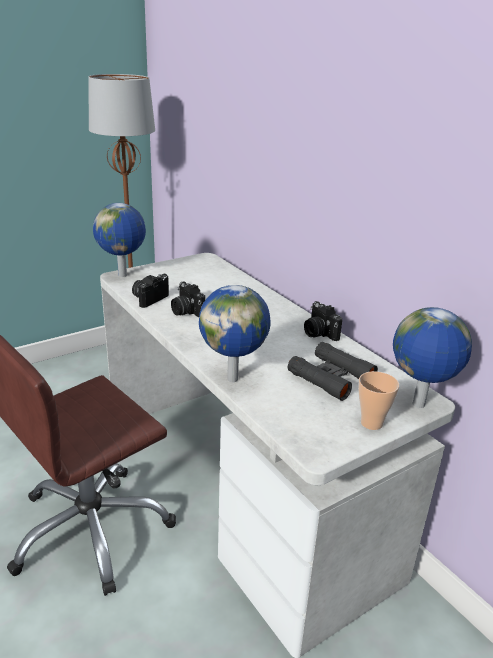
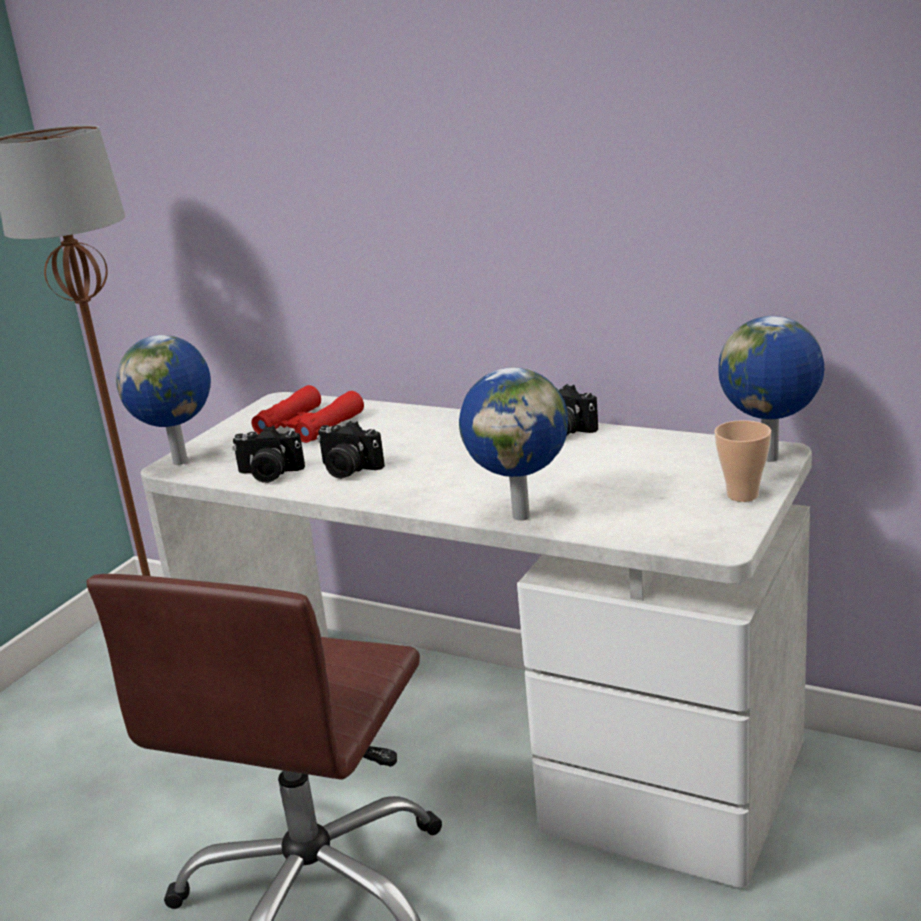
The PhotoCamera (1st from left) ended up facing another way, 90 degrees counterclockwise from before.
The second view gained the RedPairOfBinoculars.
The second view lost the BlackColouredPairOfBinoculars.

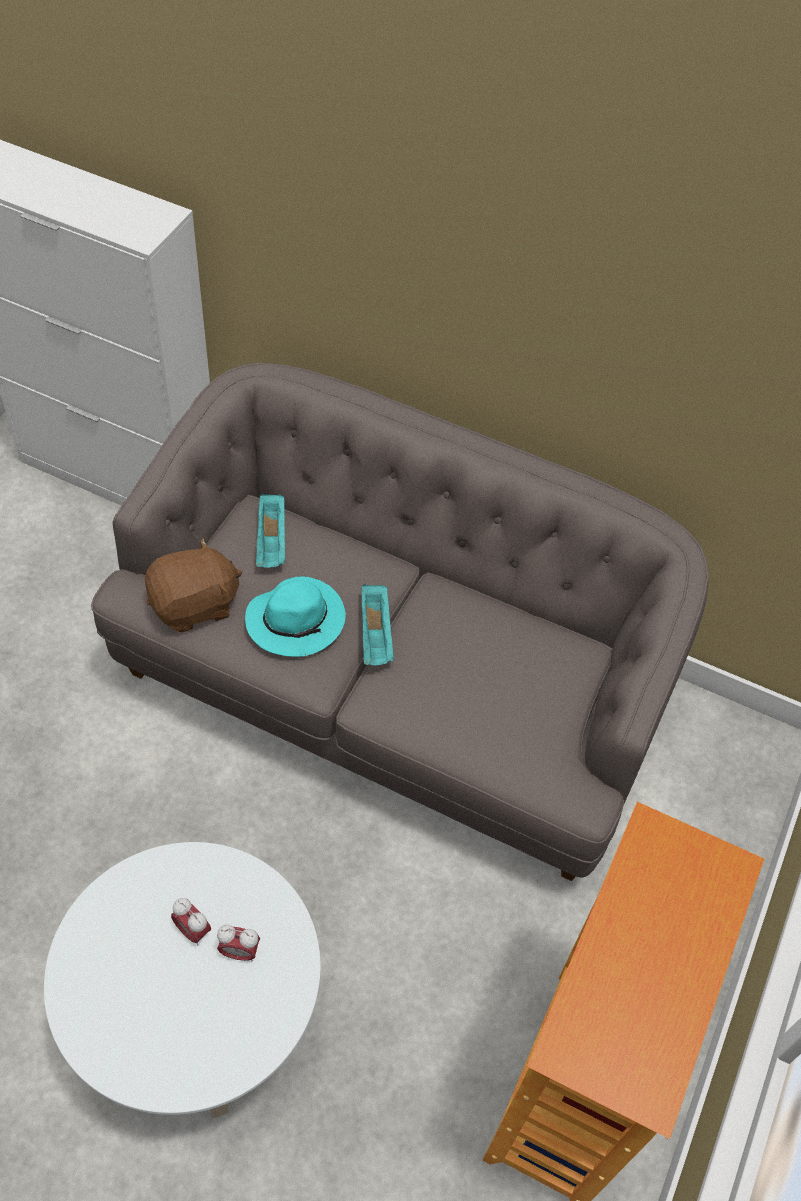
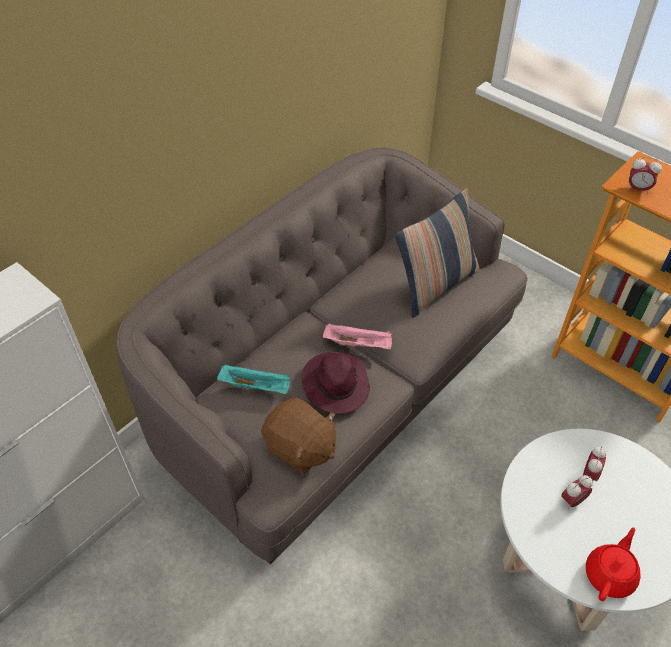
The BrownColouredSoftToy ended up facing another way, 135 degrees clockwise from before.
What was the TurquoiseColouredHat turned into the PurplishHat.
What was the TurquoiseColouredTray (2nd from left) turned into the PinkishTray.
The second view gained the Cushion.
The second view gained the RedPotForTea.
The second view gained the TableClock (3rd from left).

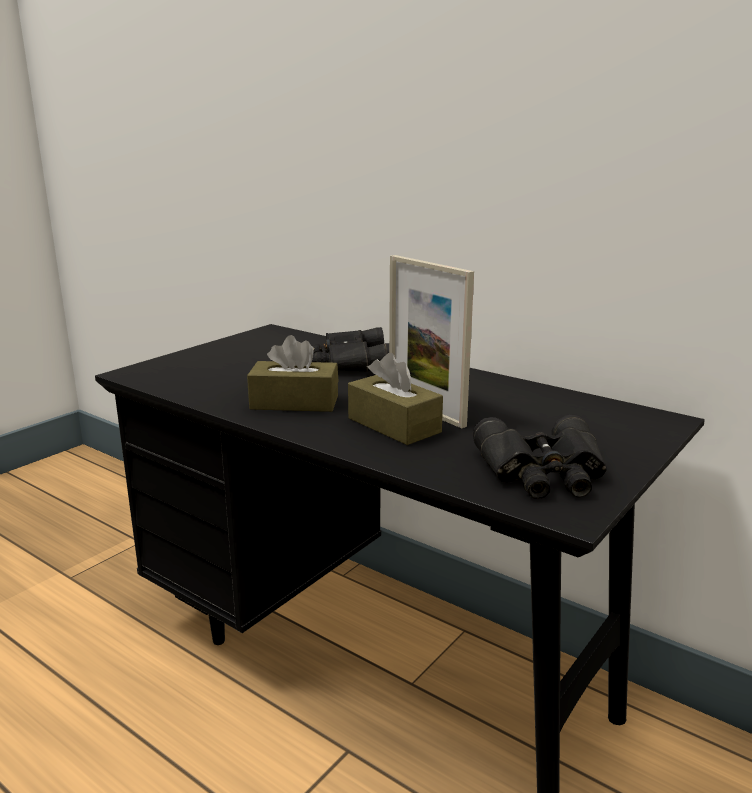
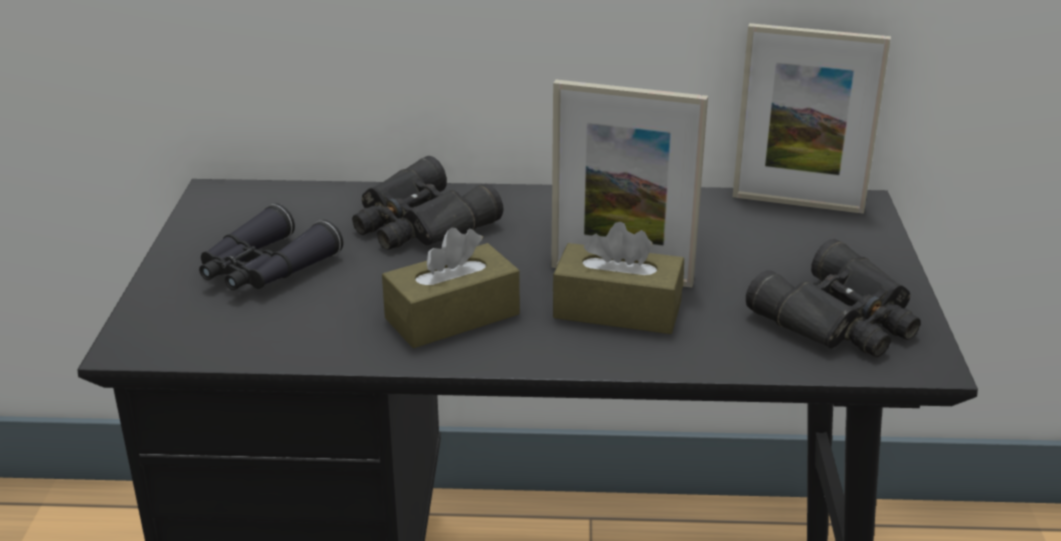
The second view gained the BlackColouredPairOfBinoculars (1st from left).
The second view gained the StandingFrame (2nd from left).

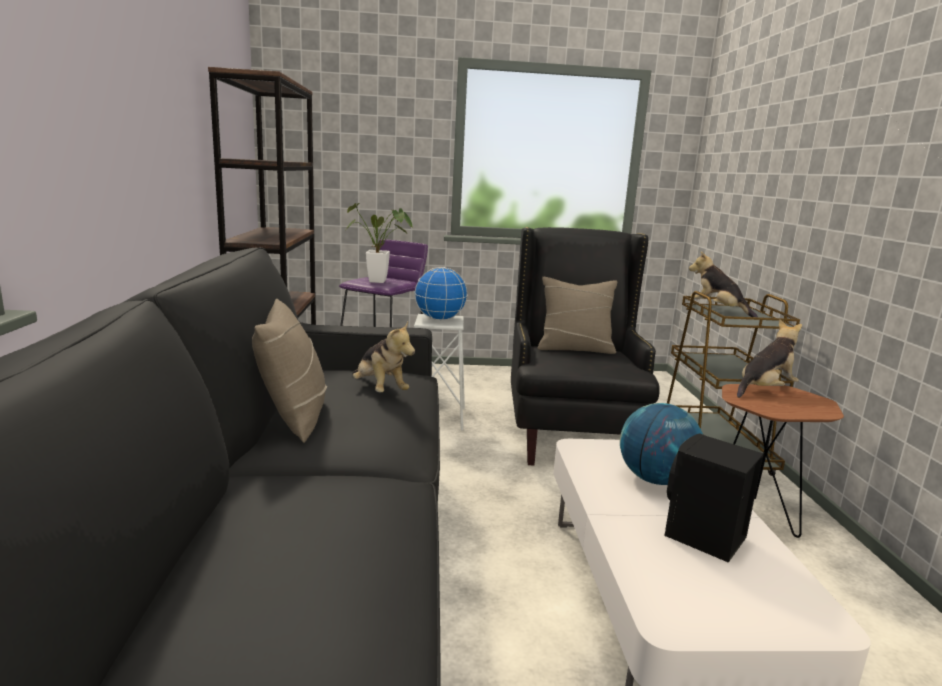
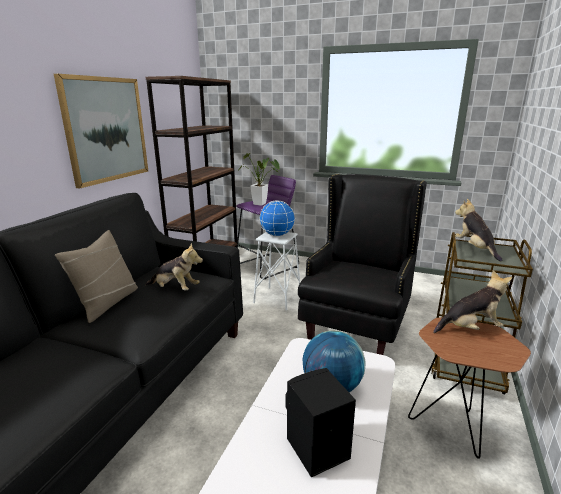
The second view gained the WallArt.
The SoftToy (1st from left) ended up facing another way, 60 degrees counterclockwise from before.
The second view lost the BeigeColouredCushion (2nd from left).

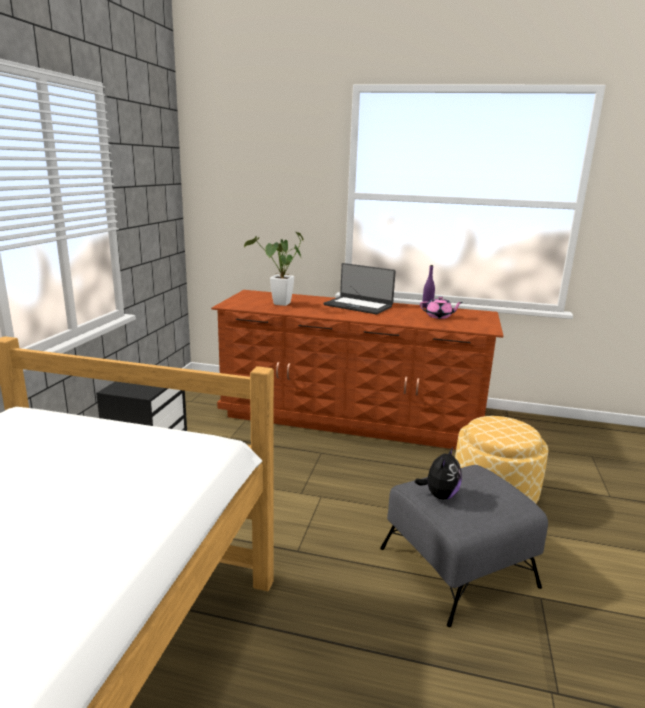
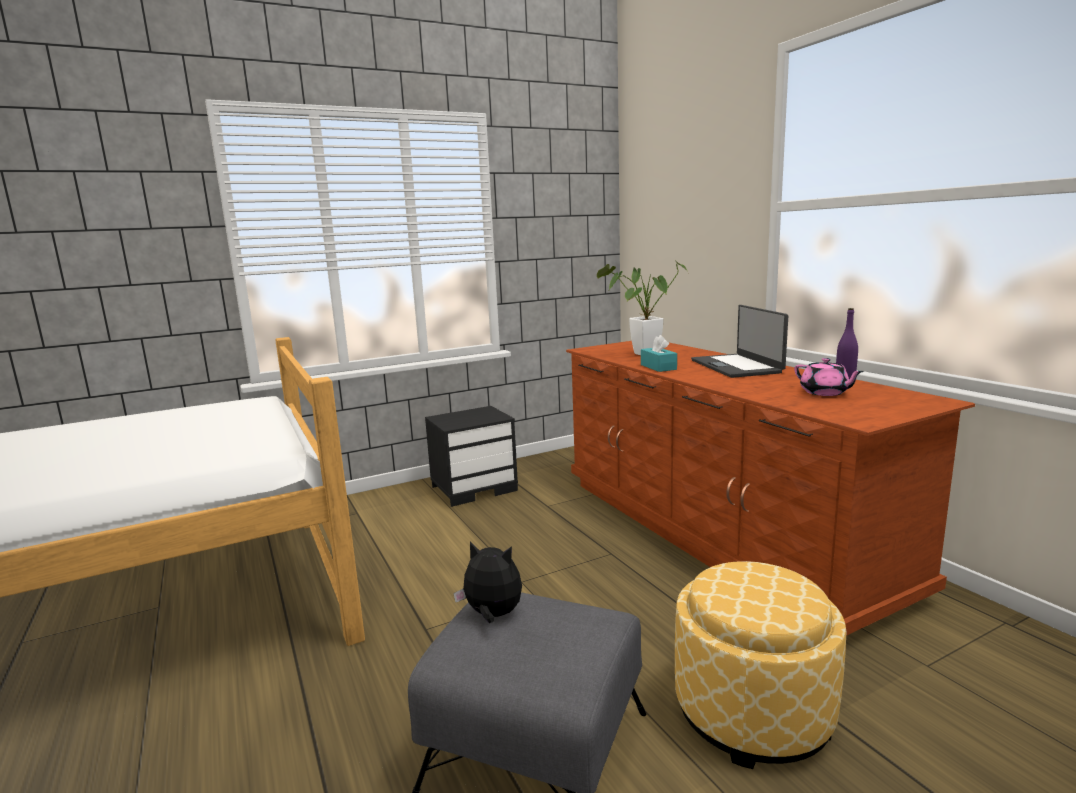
The SoftToy ended up facing another way, 150 degrees counterclockwise from before.
The second view gained the TurquoiseColouredBoxOfTissues.

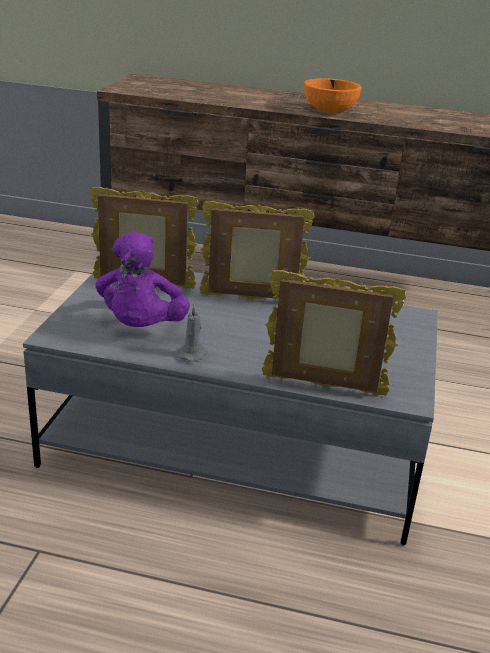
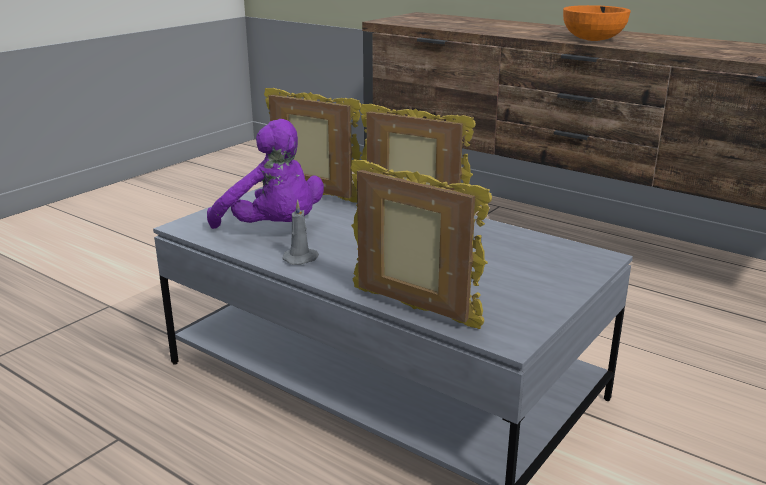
The PurplishSoftToy ended up facing another way, 75 degrees counterclockwise from before.

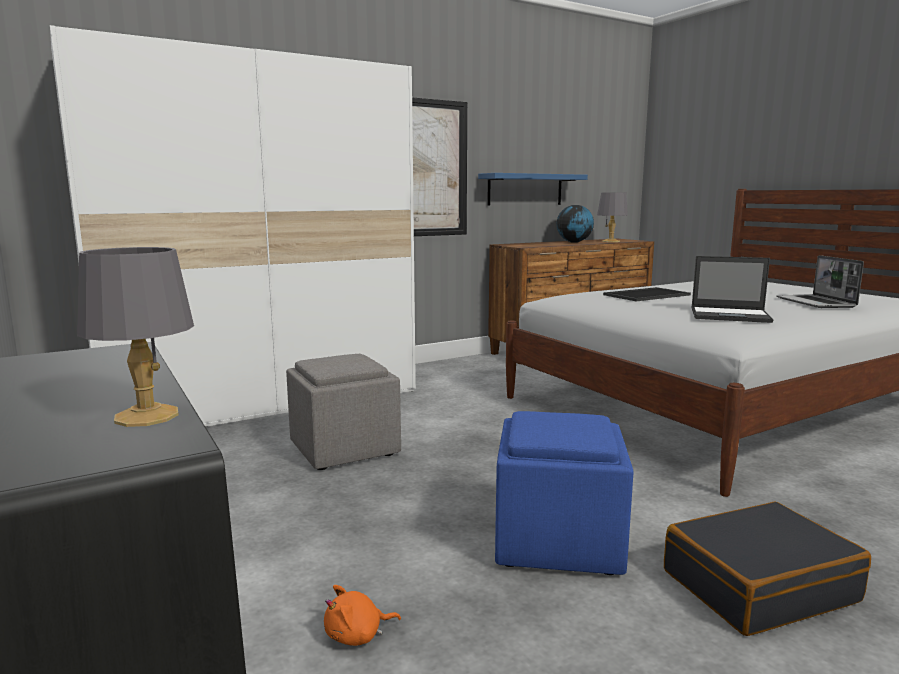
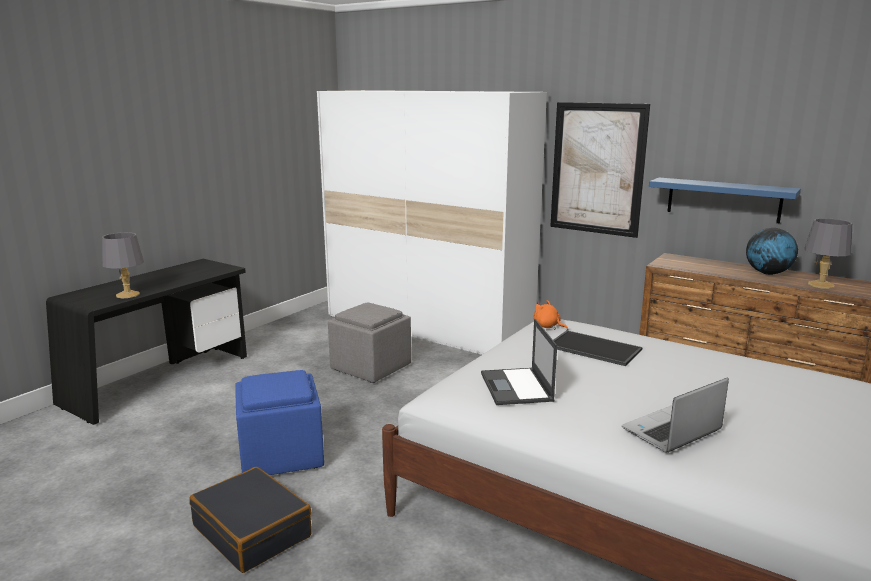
The OrangeColouredSoftToy ended up elsewhere.

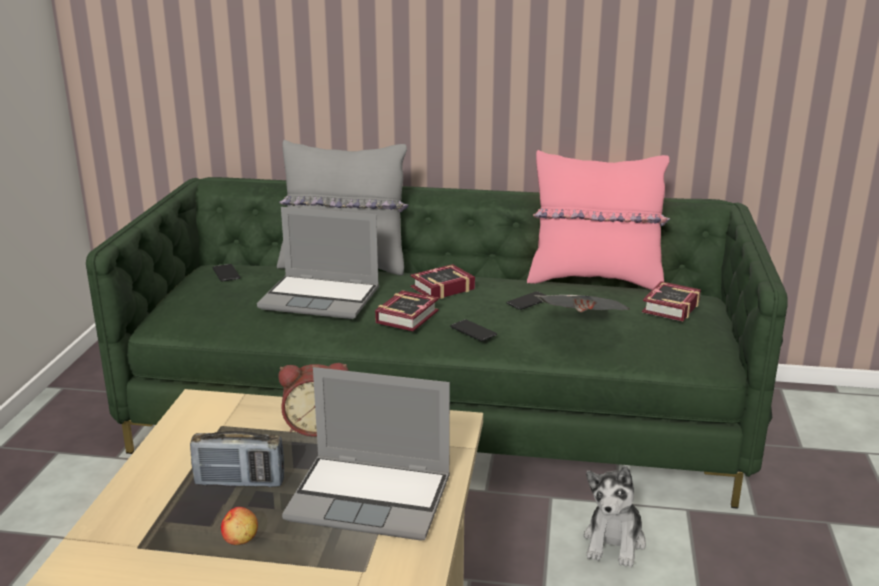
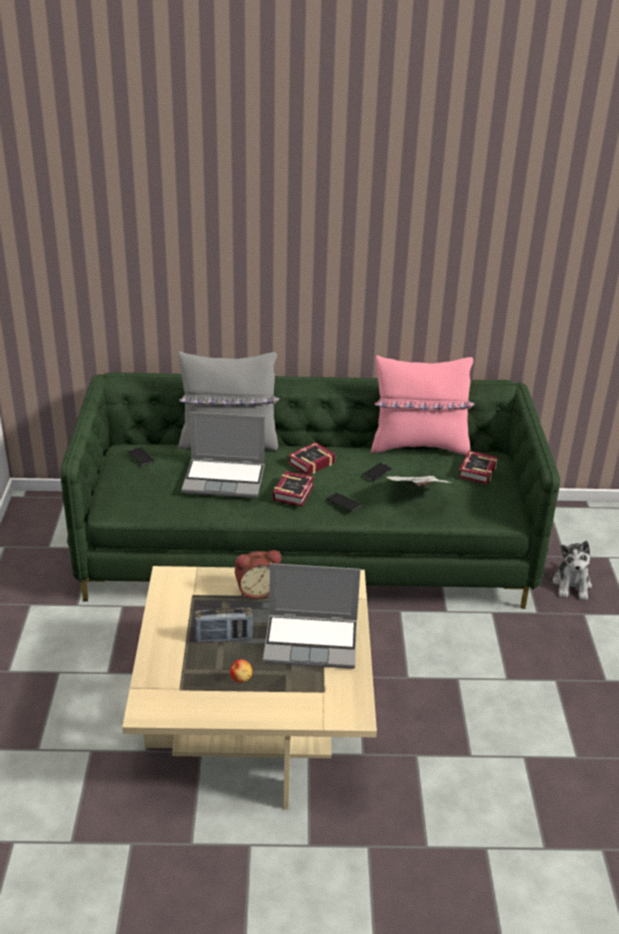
The SoftToy ended up elsewhere.

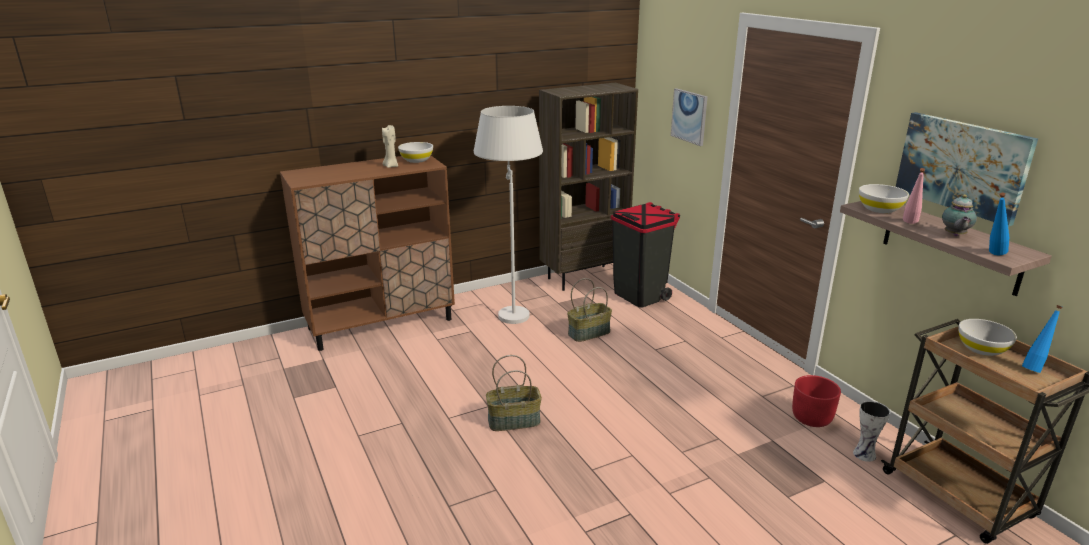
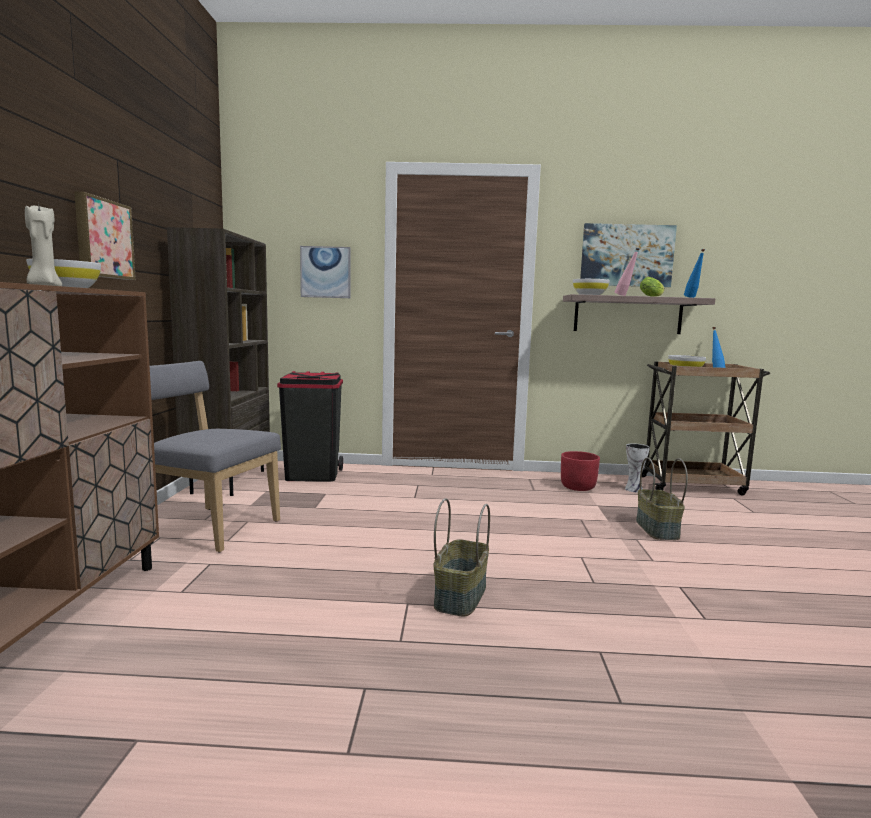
The second view gained the WallArt (1st from left).
Where the WhitishStandingLamp stood, the GrayUprightChair came to stand.
The Basket (2nd from left) ended up elsewhere.
Where the PotForTea stood, the Lettuce came to stand.

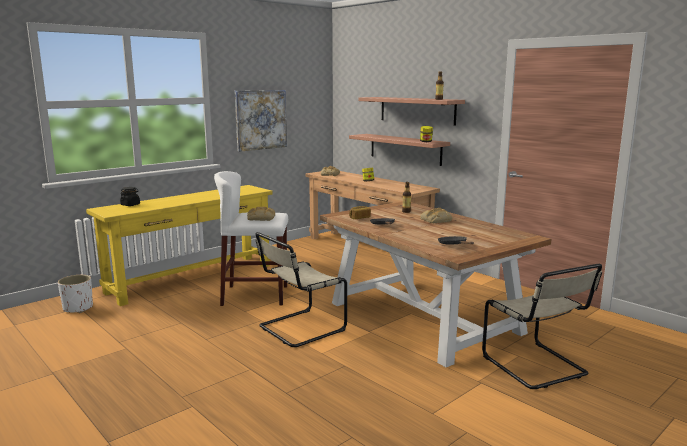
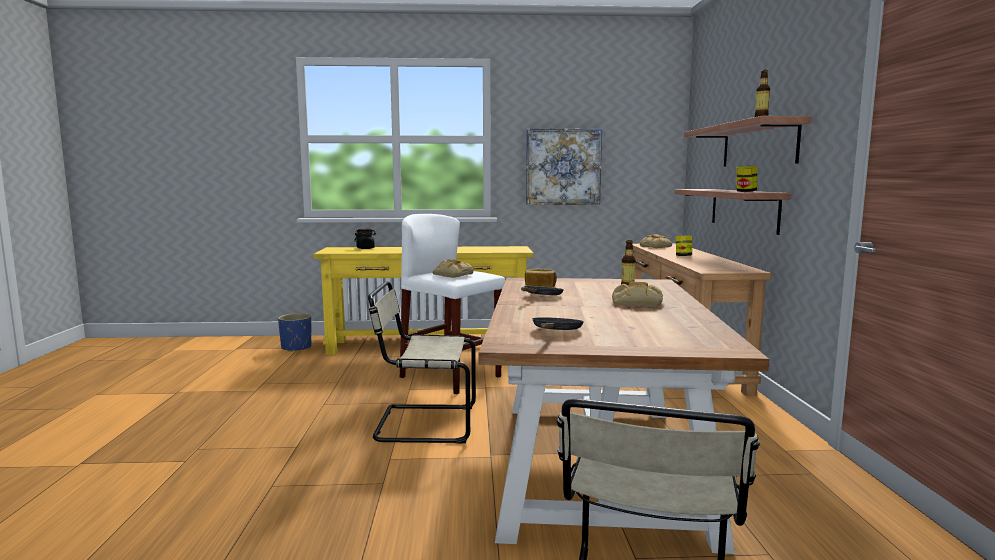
What was the WhitishPlantPot turned into the BlueColouredPlantPot.

